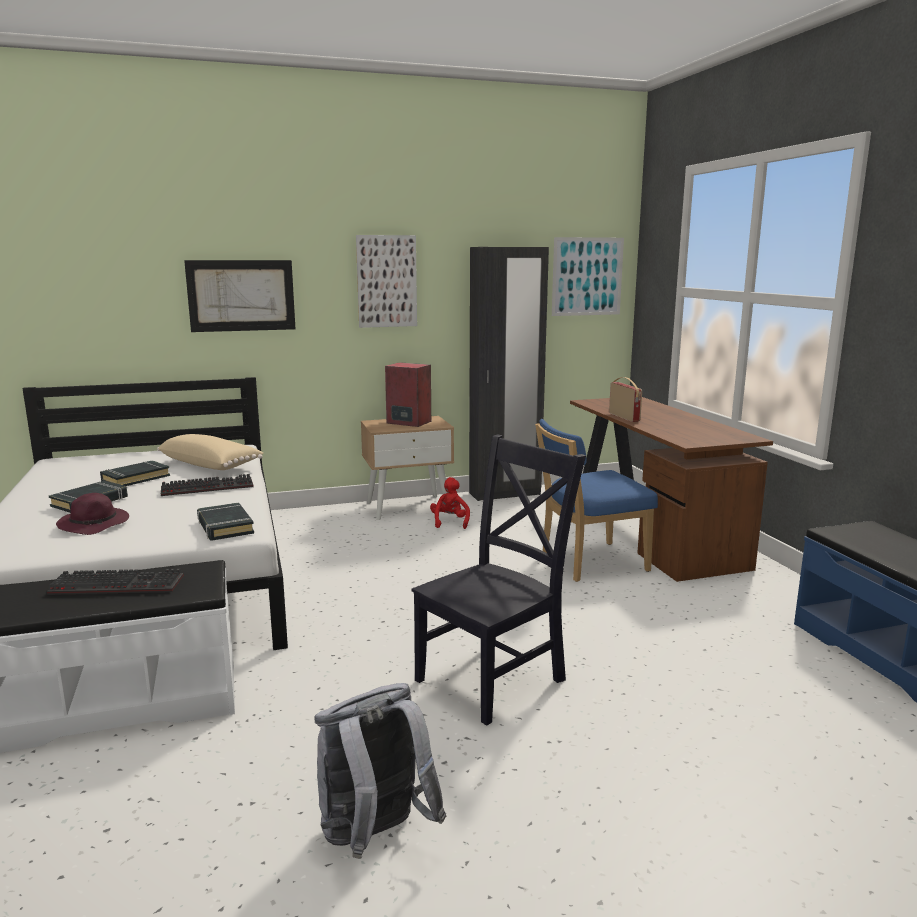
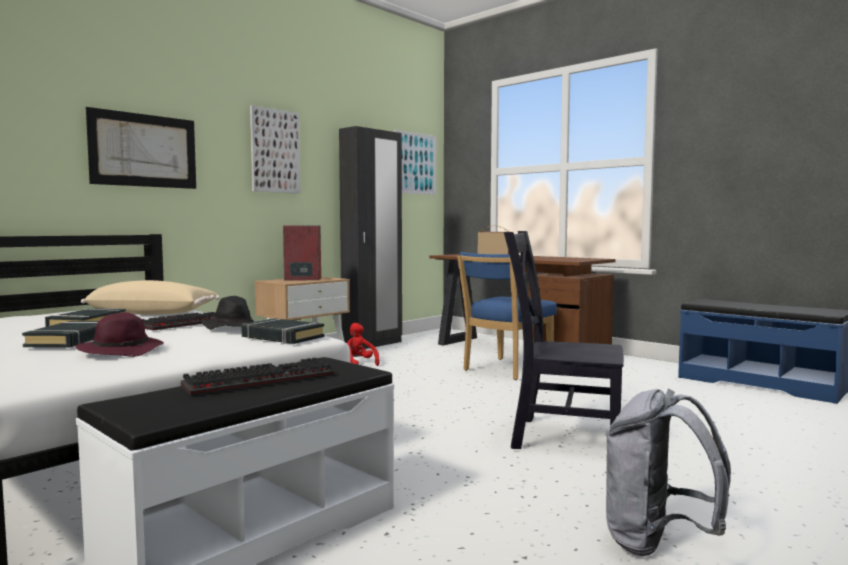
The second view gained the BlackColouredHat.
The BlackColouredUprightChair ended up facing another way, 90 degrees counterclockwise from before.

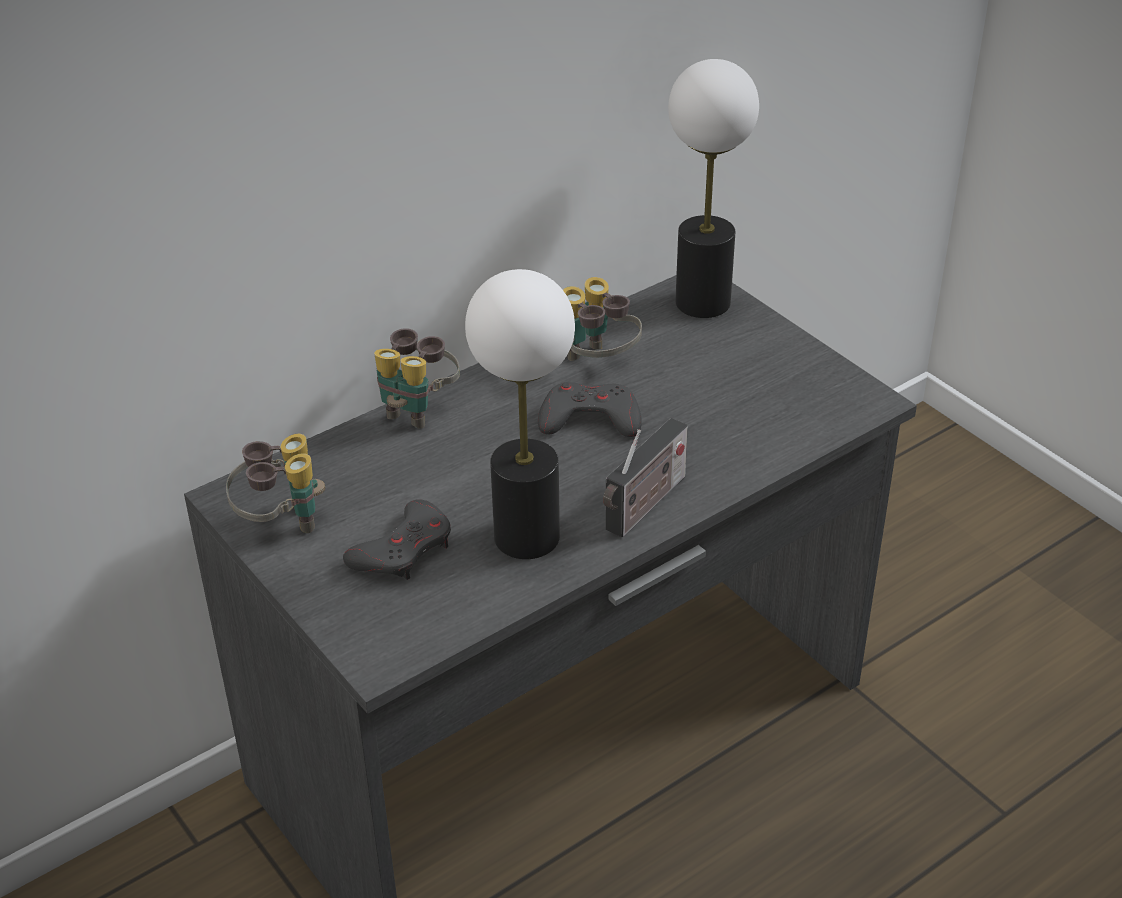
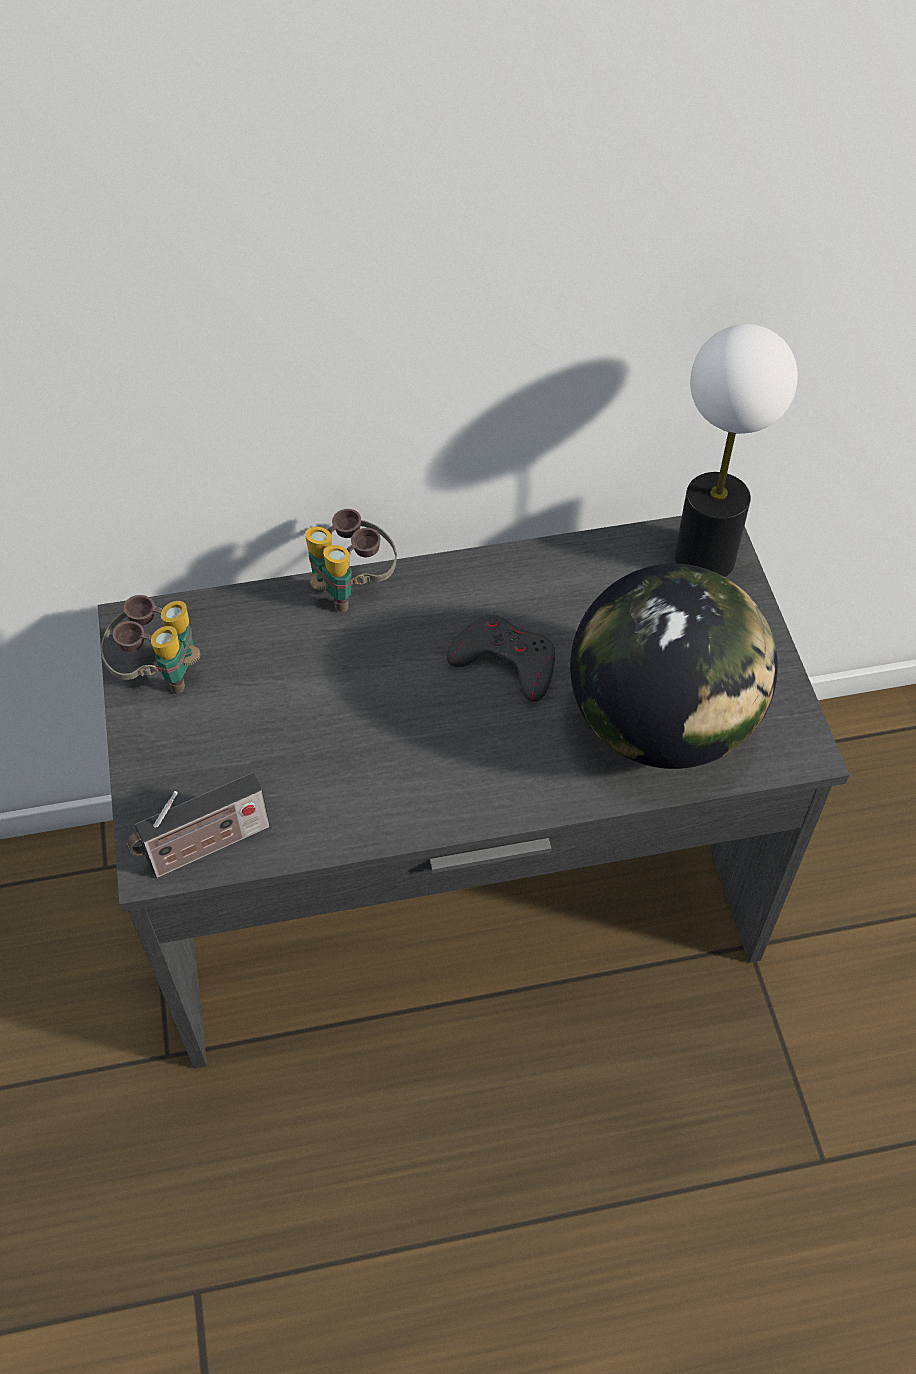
The RadioReceiver ended up elsewhere.
The second view gained the Globe.
The second view lost the GrayJoypad (1st from left).
The second view lost the TabletopLamp (1st from left).
The second view lost the PairOfBinoculars (3rd from left).

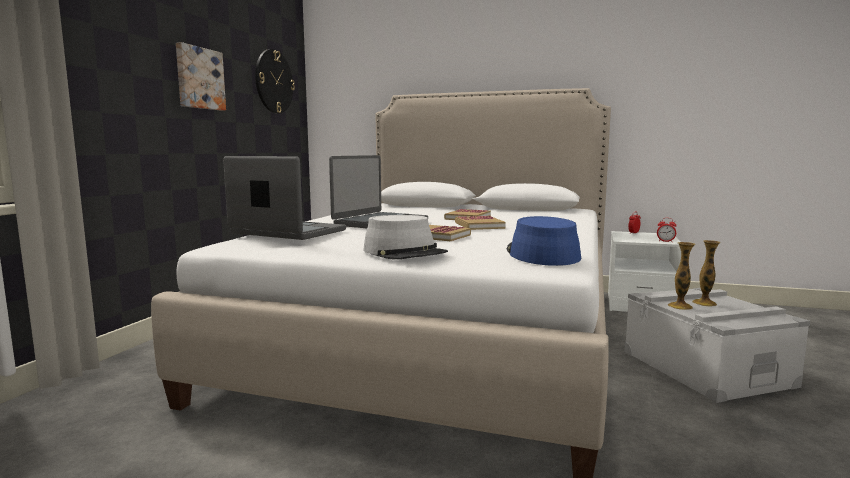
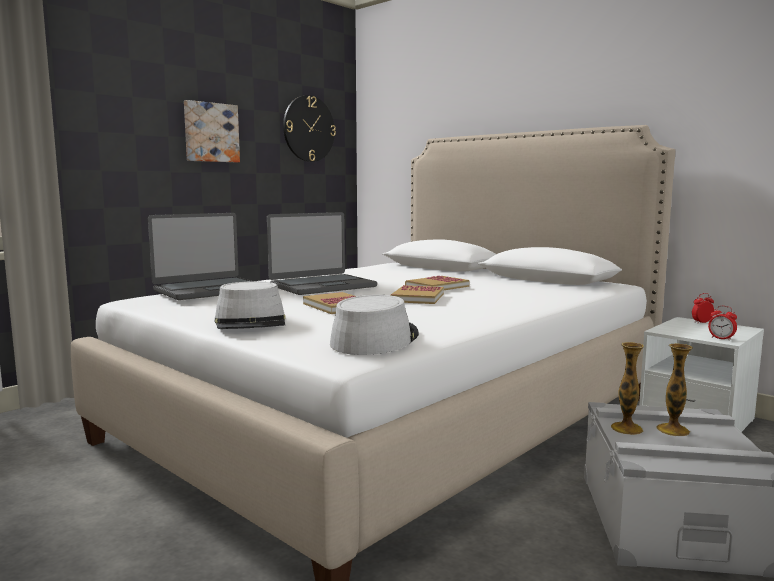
The Laptop (1st from left) ended up facing another way, 90 degrees clockwise from before.
What was the BlueColouredHat turned into the GrayHat (2nd from left).

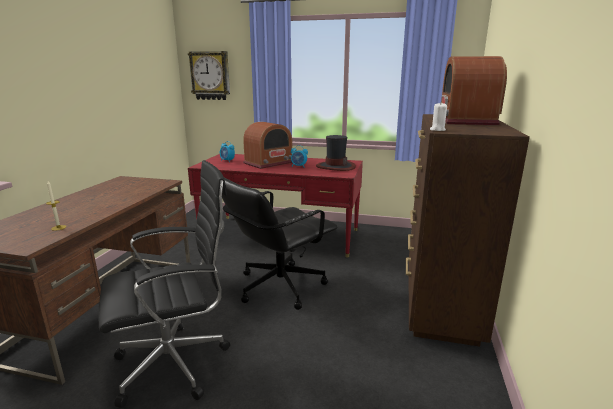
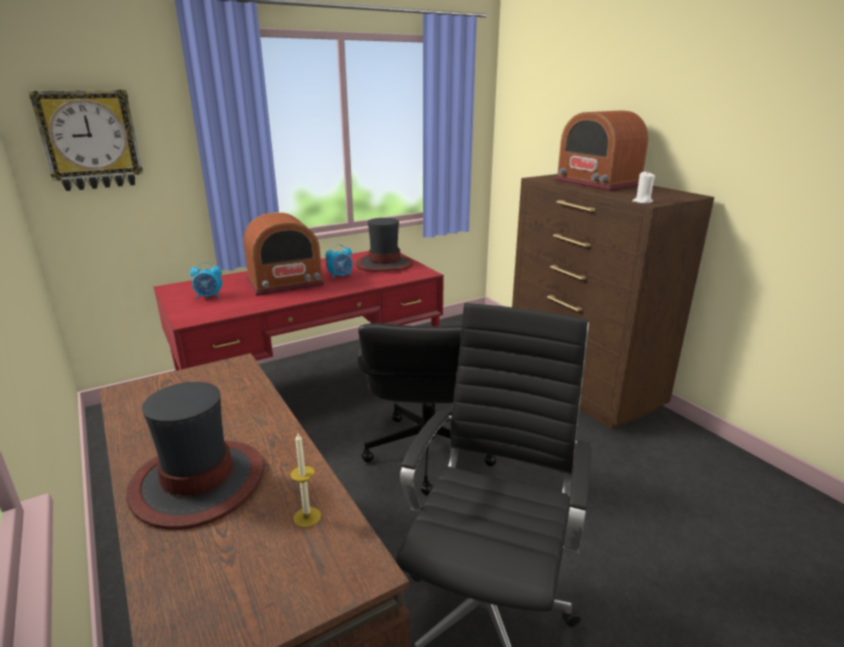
The second view gained the Hat (1st from left).
The RadioReceiver (1st from left) ended up facing another way, 60 degrees clockwise from before.

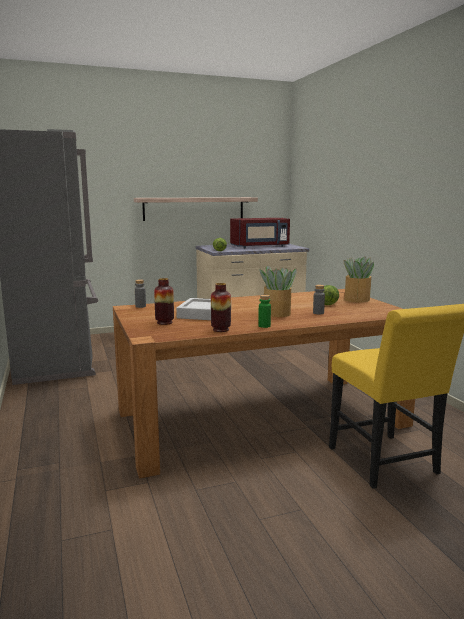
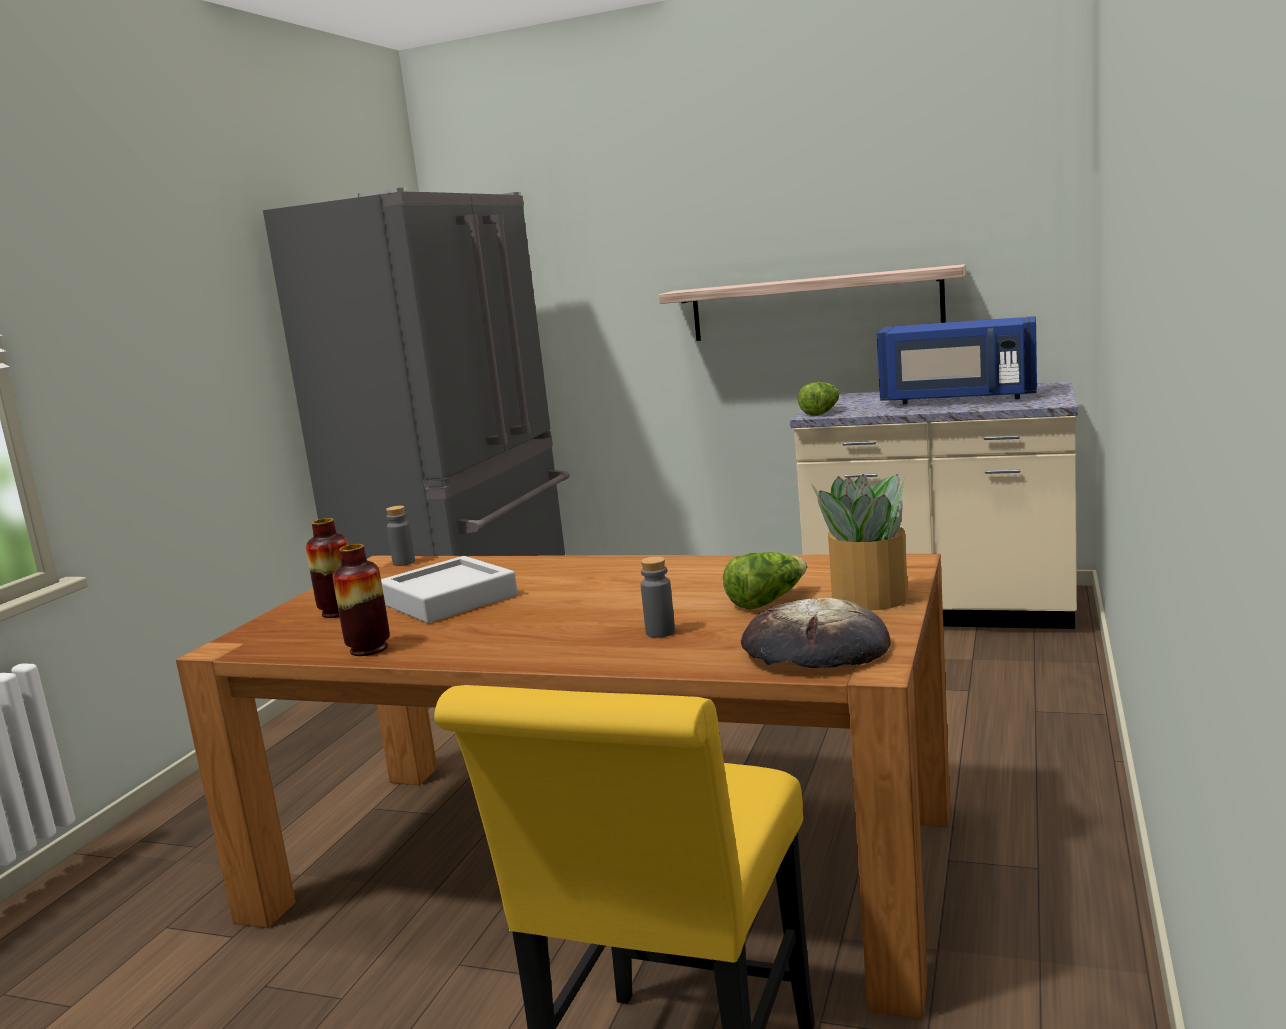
The second view gained the BakeryBread.
What was the RedMicrowaveOven turned into the BlueColouredMicrowaveOven.
The second view lost the GreenishBeverageBottle.
The second view lost the PottedPlant (1st from left).

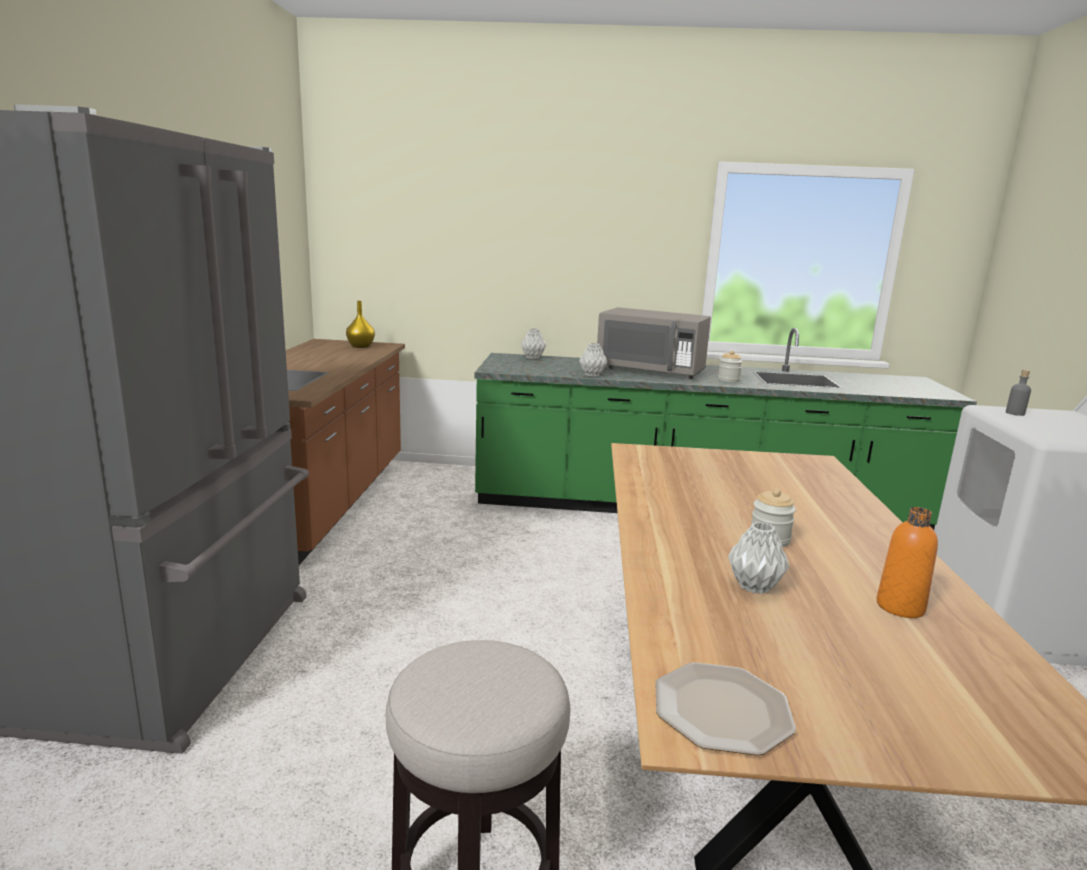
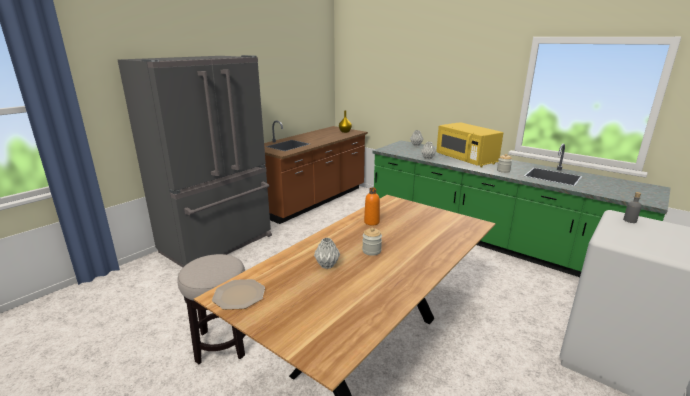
The OrangeColouredBeverageBottle ended up elsewhere.
What was the GrayMicrowaveOven turned into the YellowColouredMicrowaveOven.

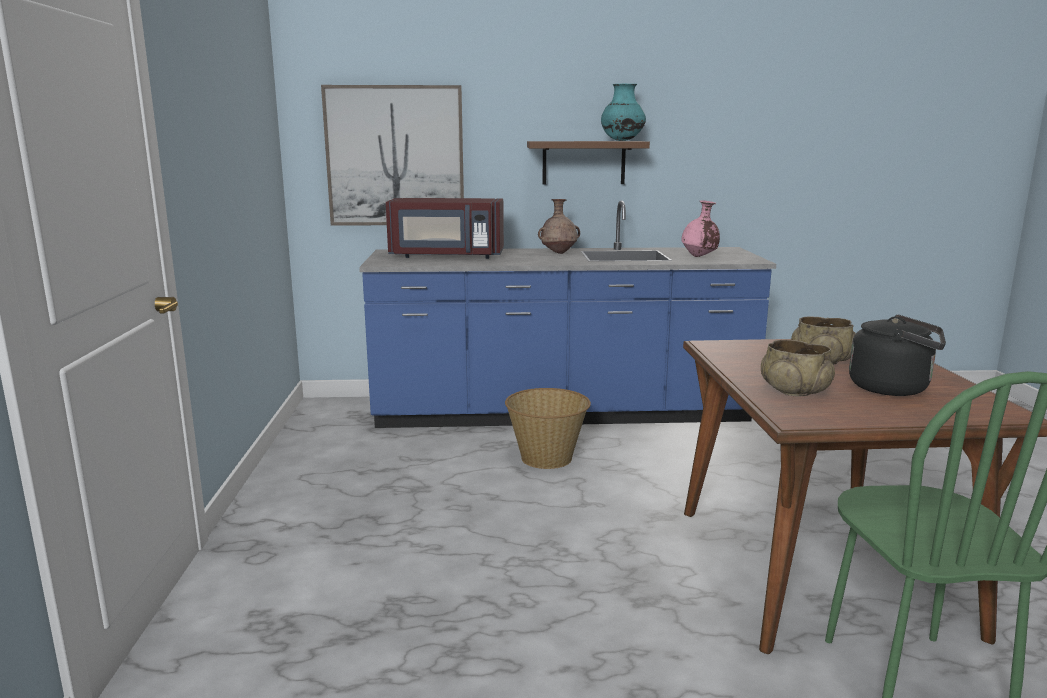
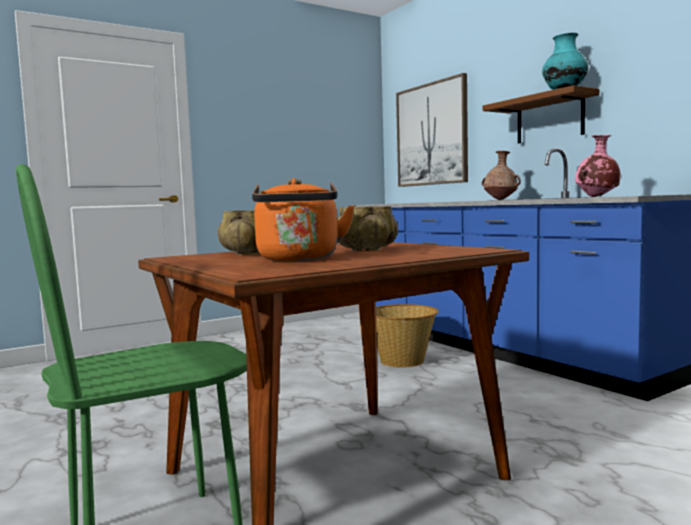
What was the BlackColouredKettle turned into the OrangeColouredKettle.
The second view lost the RedMicrowaveOven.

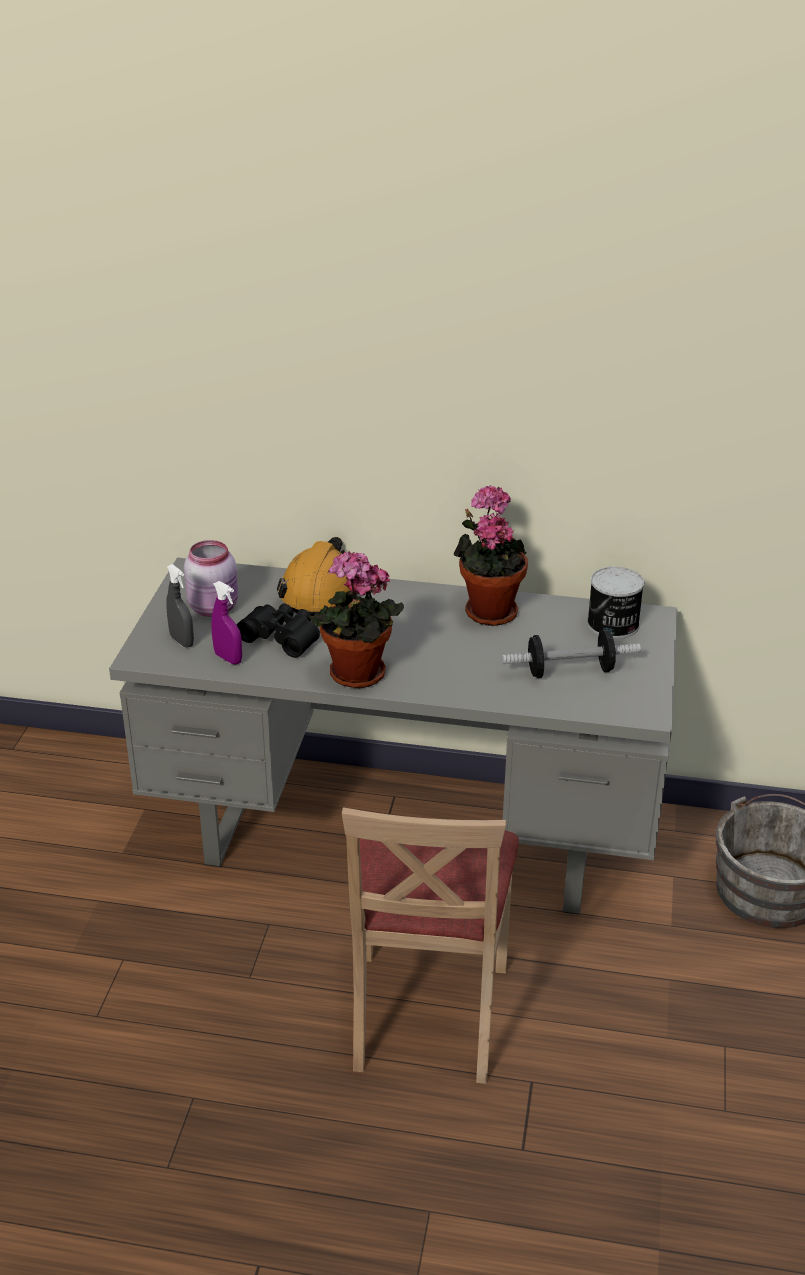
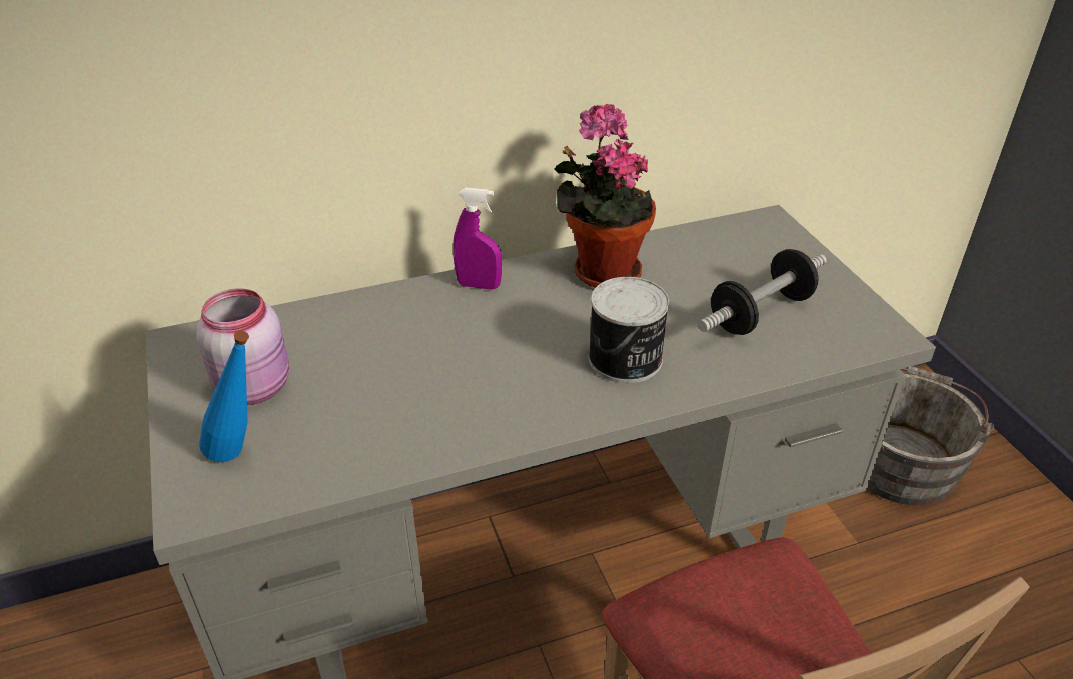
Where the GrayHandSprayer stood, the BlueColouredBeverageBottle came to stand.
The PurplishHandSprayer ended up elsewhere.
The SealedCan ended up elsewhere.
The second view lost the BlackColouredPairOfBinoculars.
The second view lost the OrangeColouredWorkHelmet.
The second view lost the PottedPlant (1st from left).

